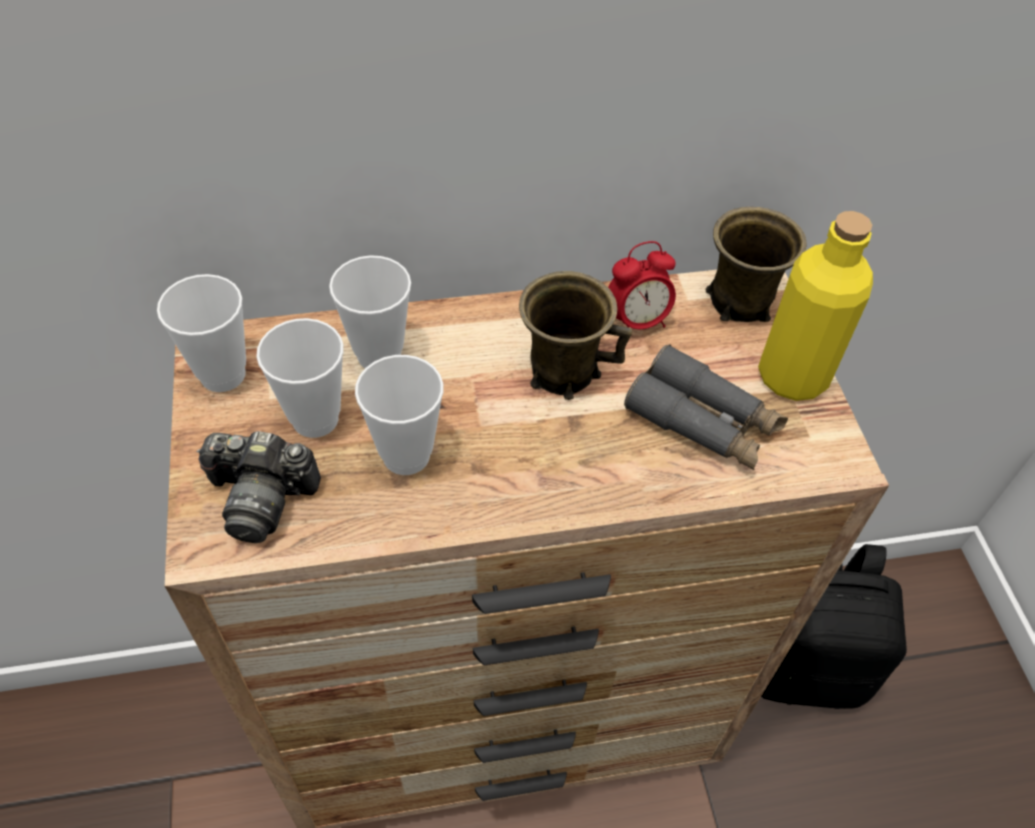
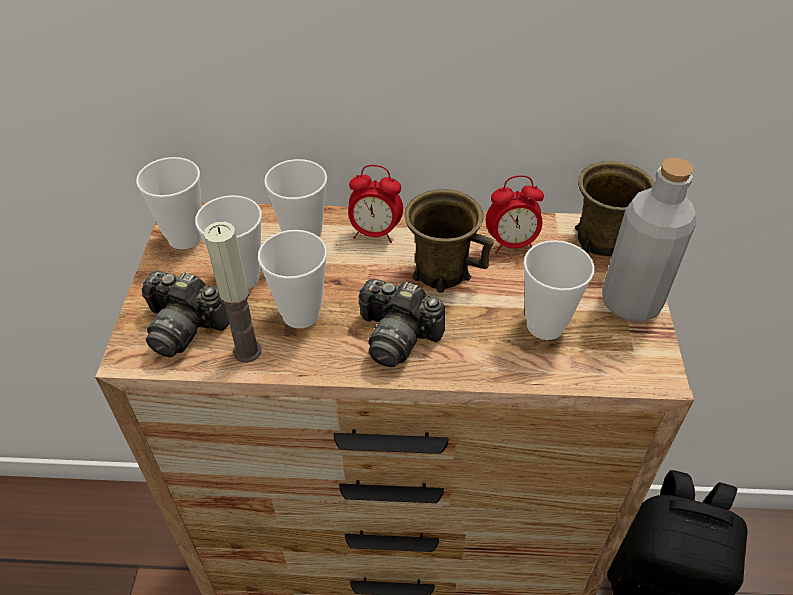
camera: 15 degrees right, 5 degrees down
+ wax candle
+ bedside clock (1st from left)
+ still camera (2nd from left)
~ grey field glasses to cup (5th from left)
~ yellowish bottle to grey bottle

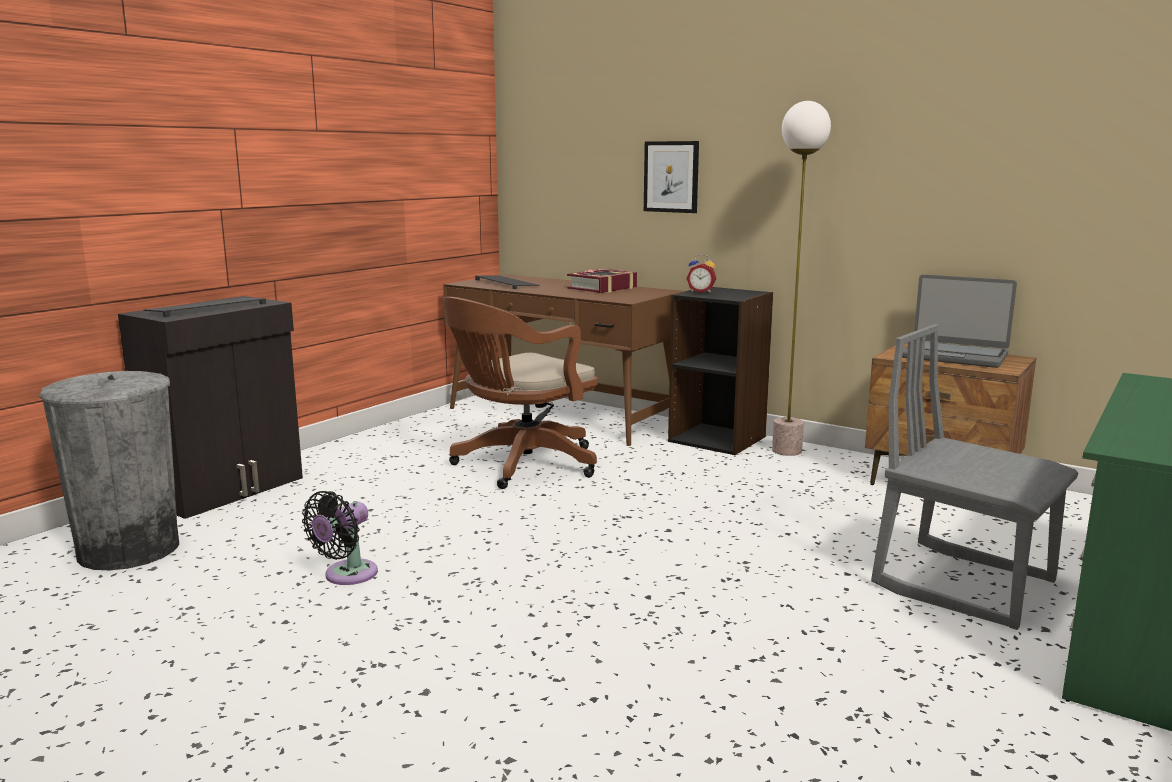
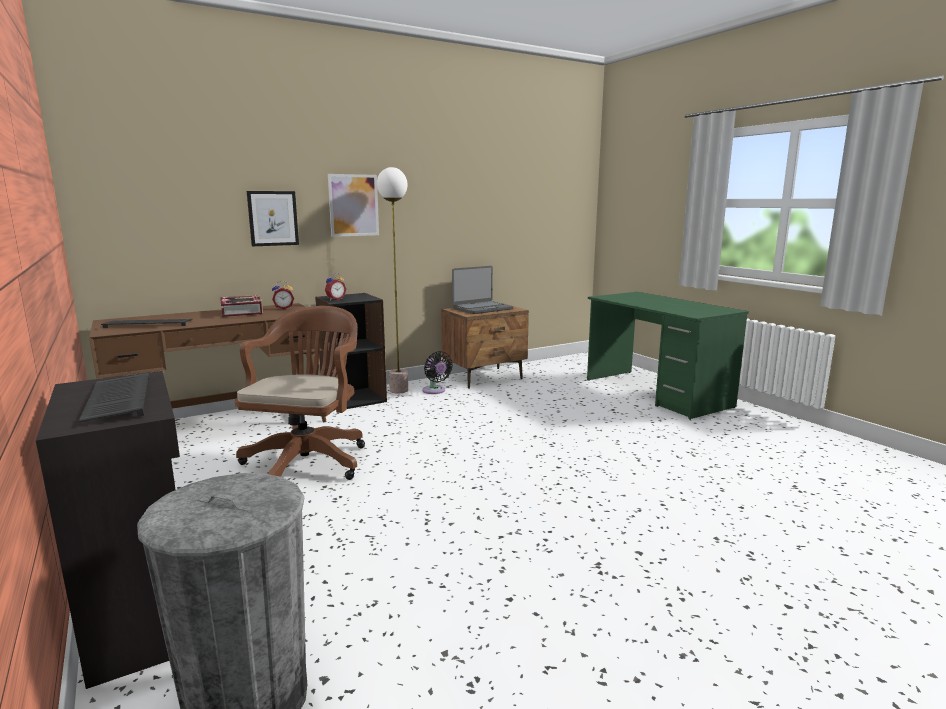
camera: 65 degrees left, 0 degrees up
- grey plain chair
+ bedside clock (1st from left)
+ wall art (2nd from left)
~ black-coloured fan
~ brown computer chair 150 degrees counterclockwise

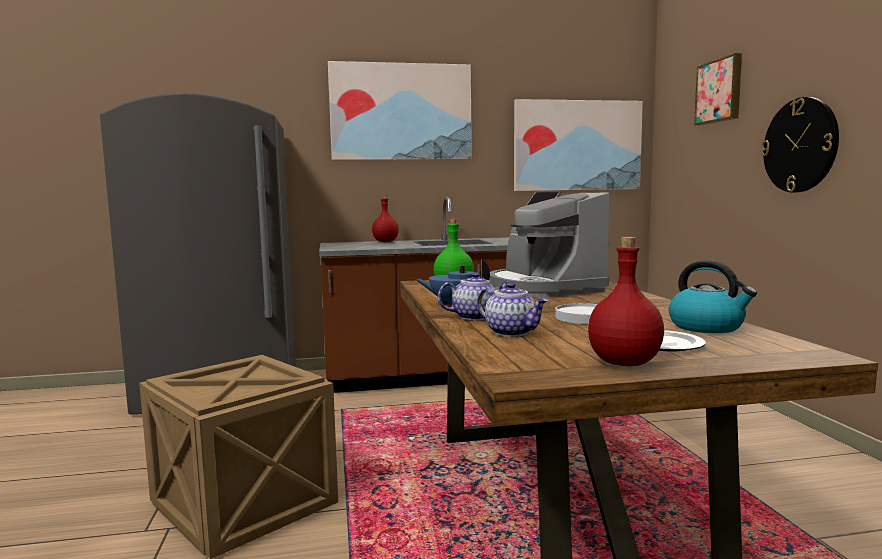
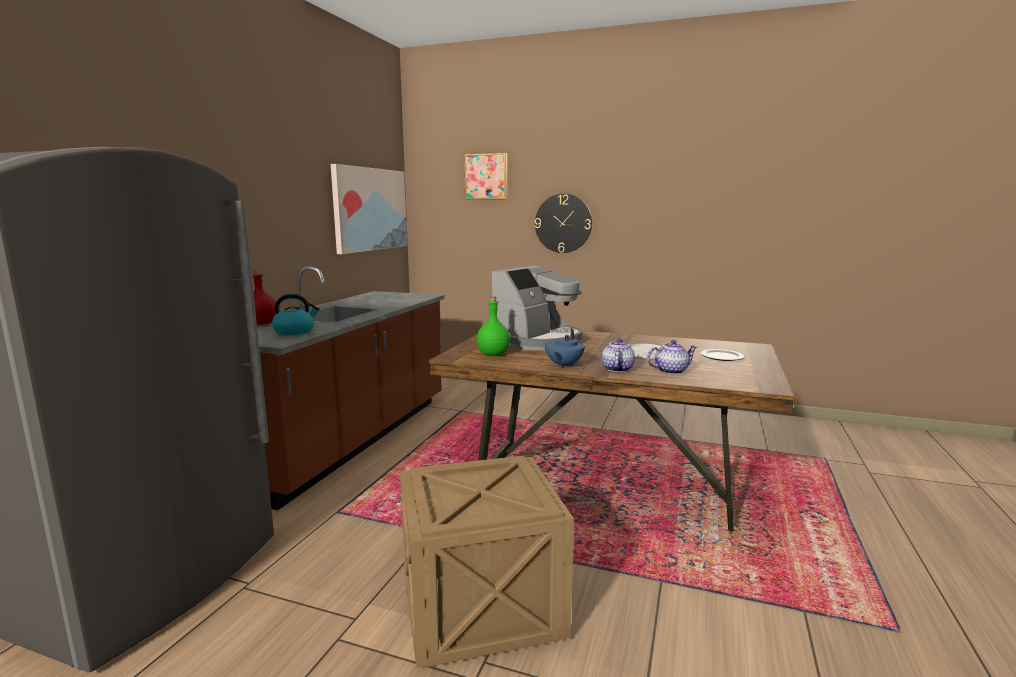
camera: 60 degrees left, 5 degrees up
- wall art (1st from left)
- red bottle (2nd from left)
~ water kettle
~ coffee brewer 60 degrees counterclockwise

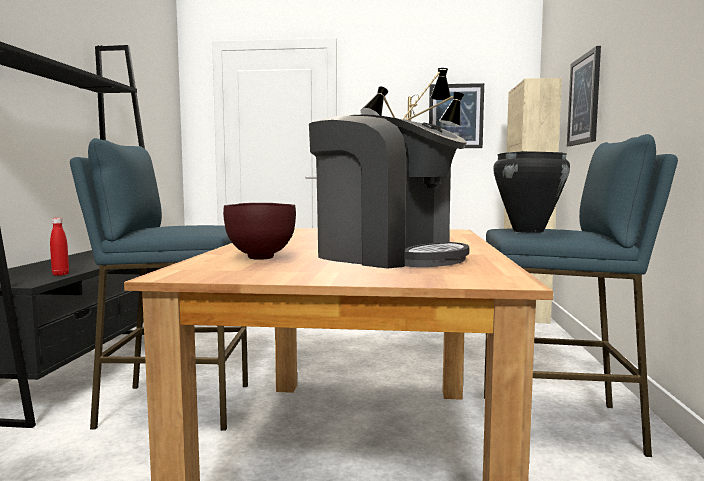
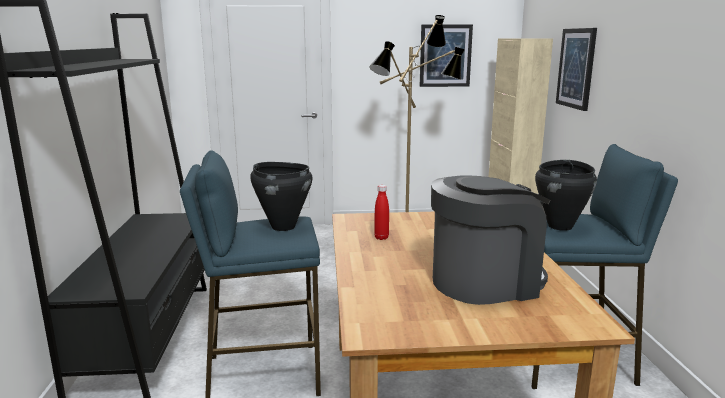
camera: 10 degrees left, 10 degrees up
- brown bowl
+ black-coloured stockpot (1st from left)
~ red bottle
~ coffee brewer 45 degrees counterclockwise

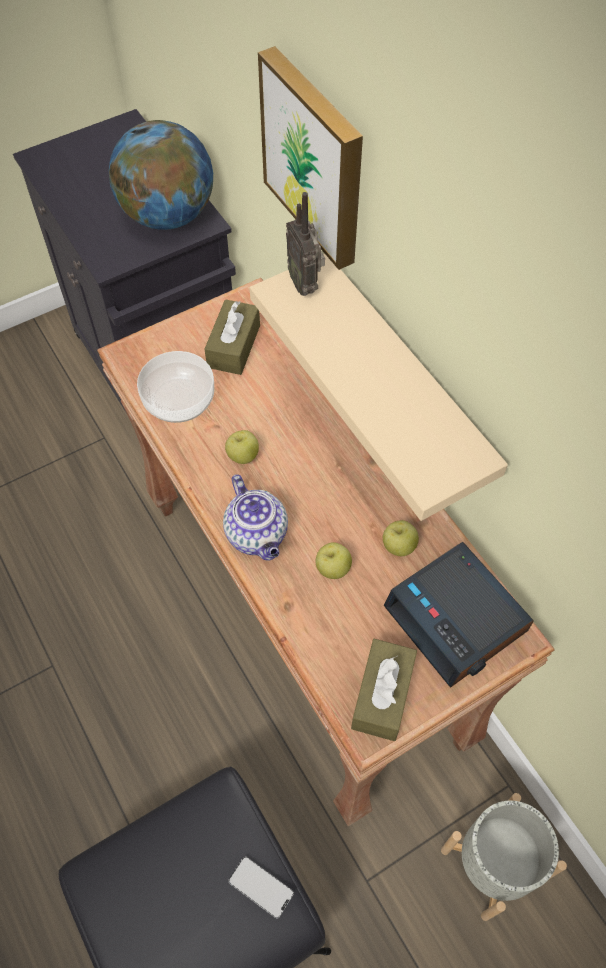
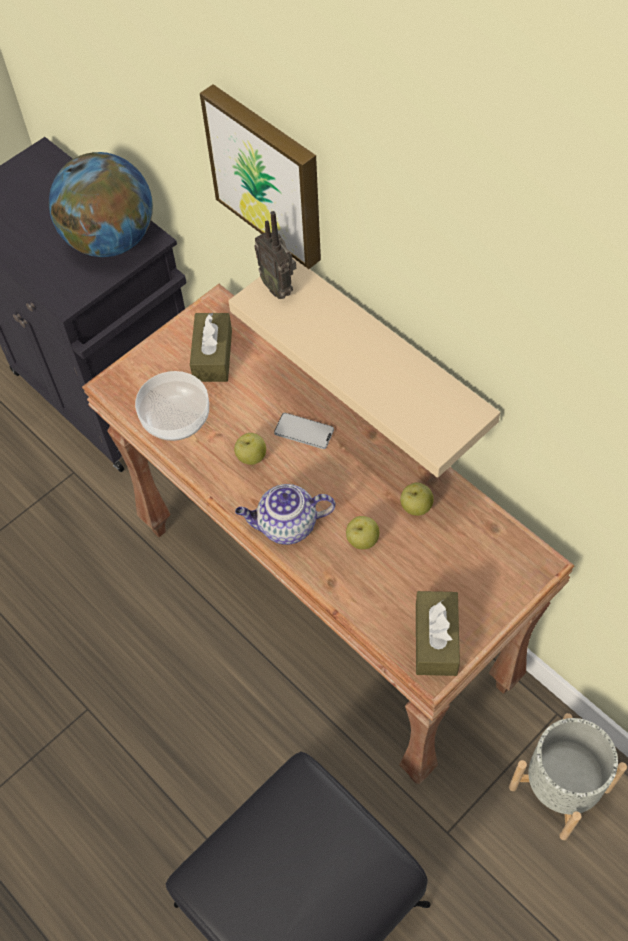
camera: 10 degrees left, 0 degrees up
- bedside clock
~ handset
~ teapot 120 degrees clockwise

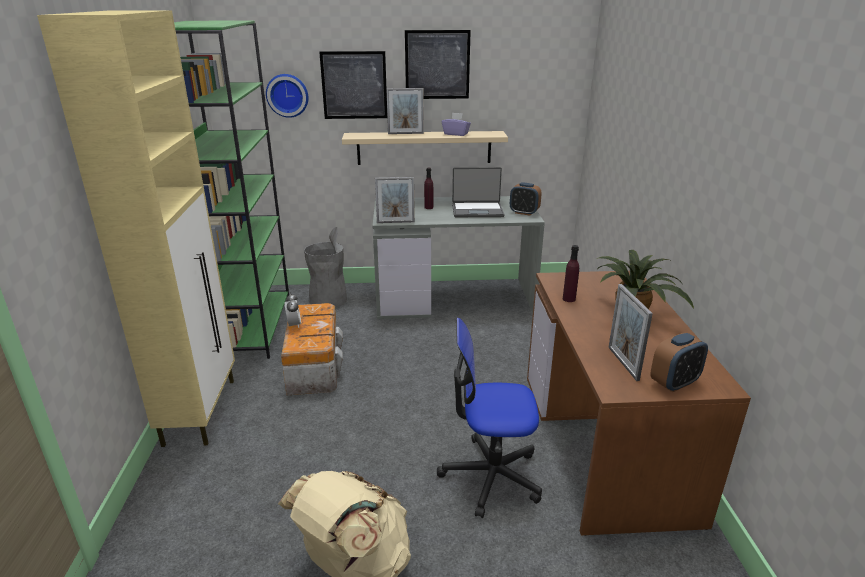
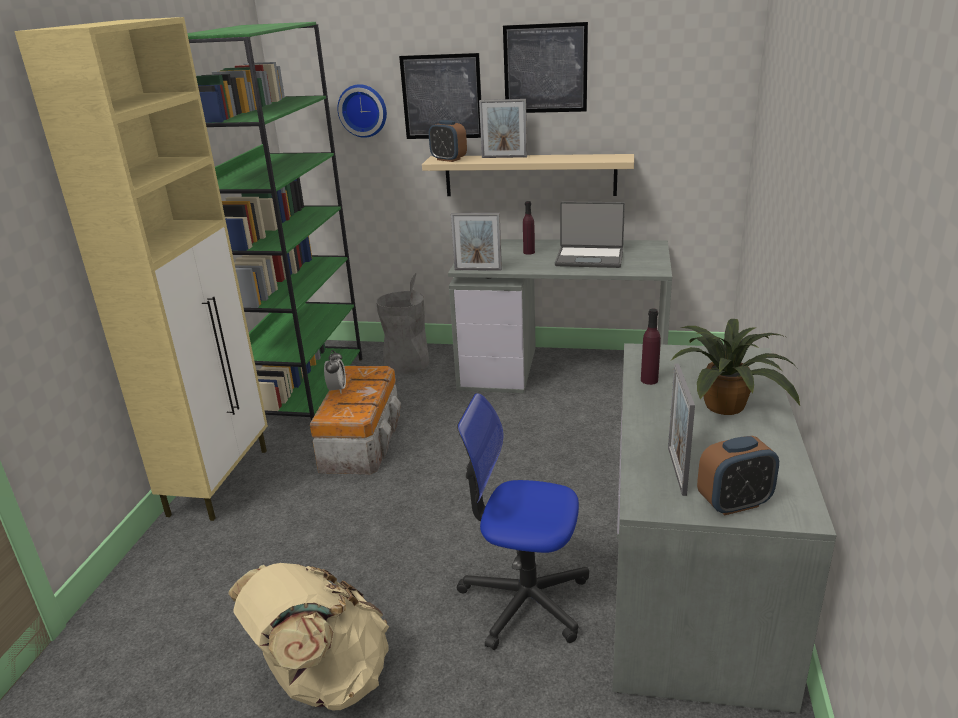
camera: 15 degrees right, 0 degrees up
- purple-coloured box of tissues
~ bedside clock (2nd from left)
~ brown desk table to grey desk table (2nd from left)

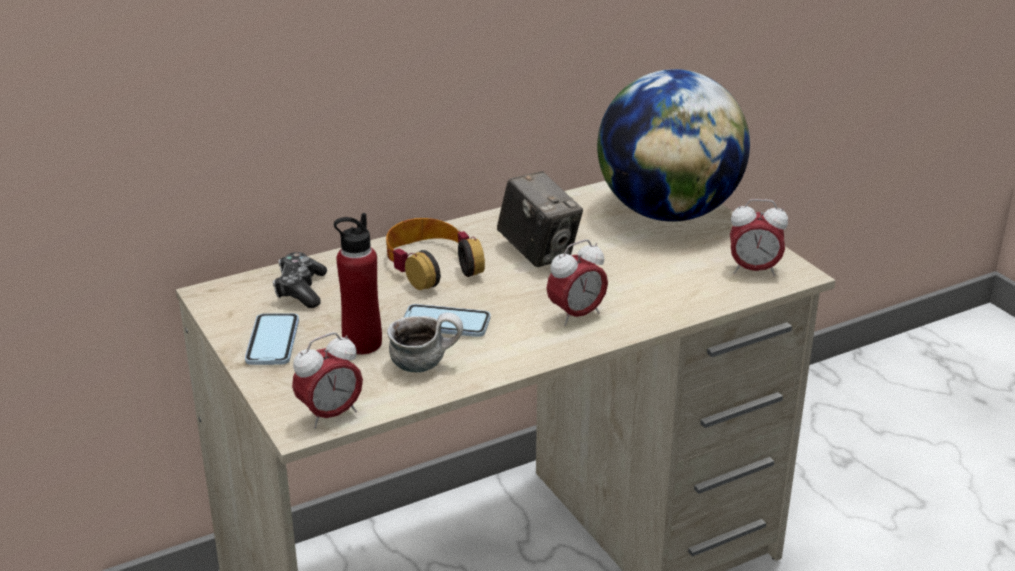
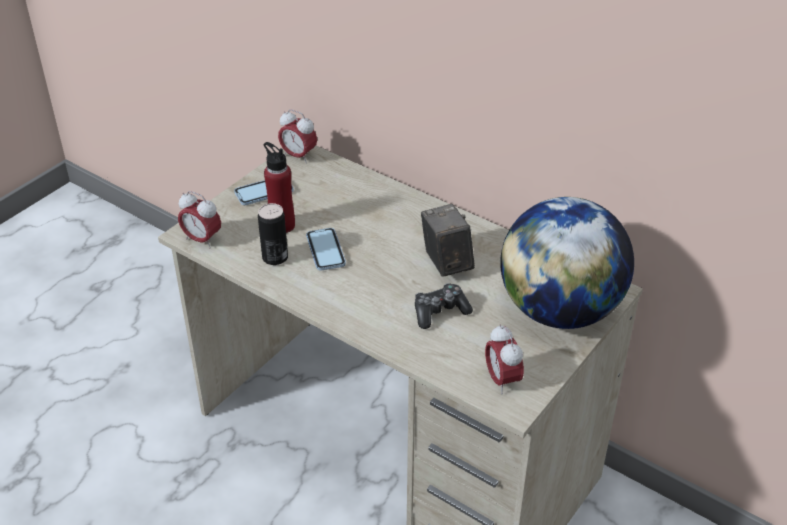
camera: 65 degrees right, 10 degrees up
- pair of headphones
~ game controller
~ bedside clock (2nd from left)
~ mug to metal can
~ still camera 135 degrees clockwise

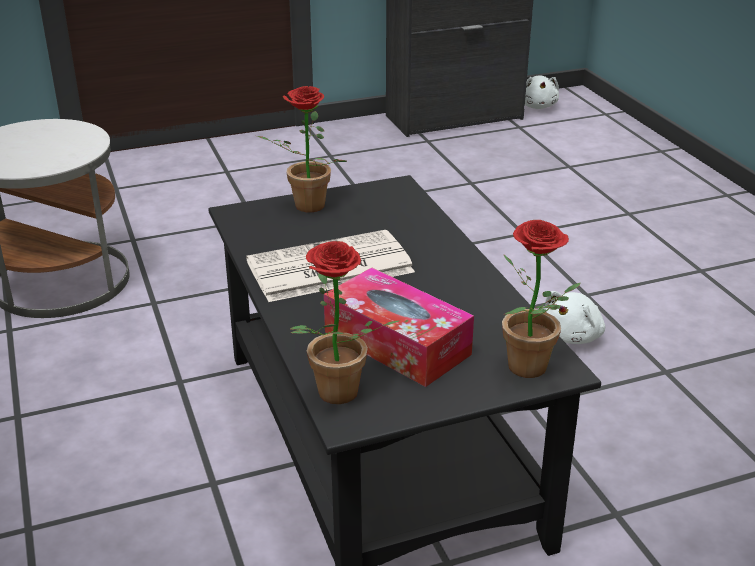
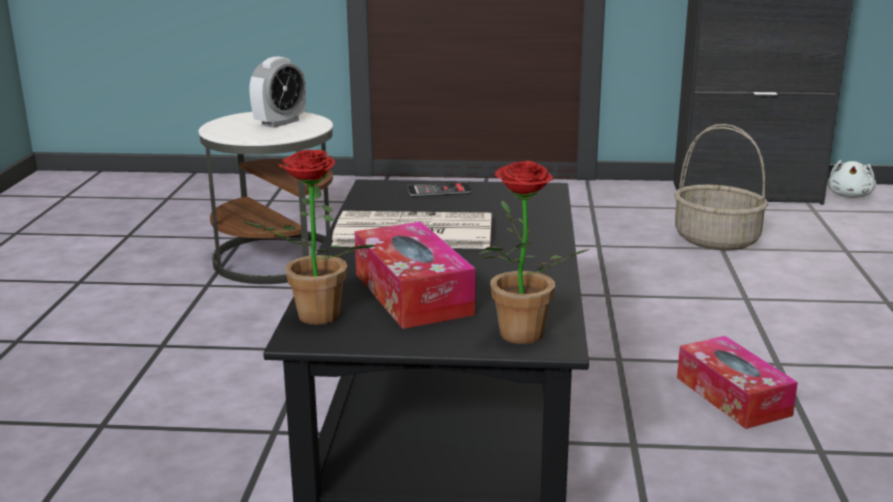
camera: 25 degrees right, 10 degrees down
+ bedside clock
+ basket
~ plant in a pot (1st from left) to handset
~ white plush toy (2nd from left) to box of tissues (2nd from left)

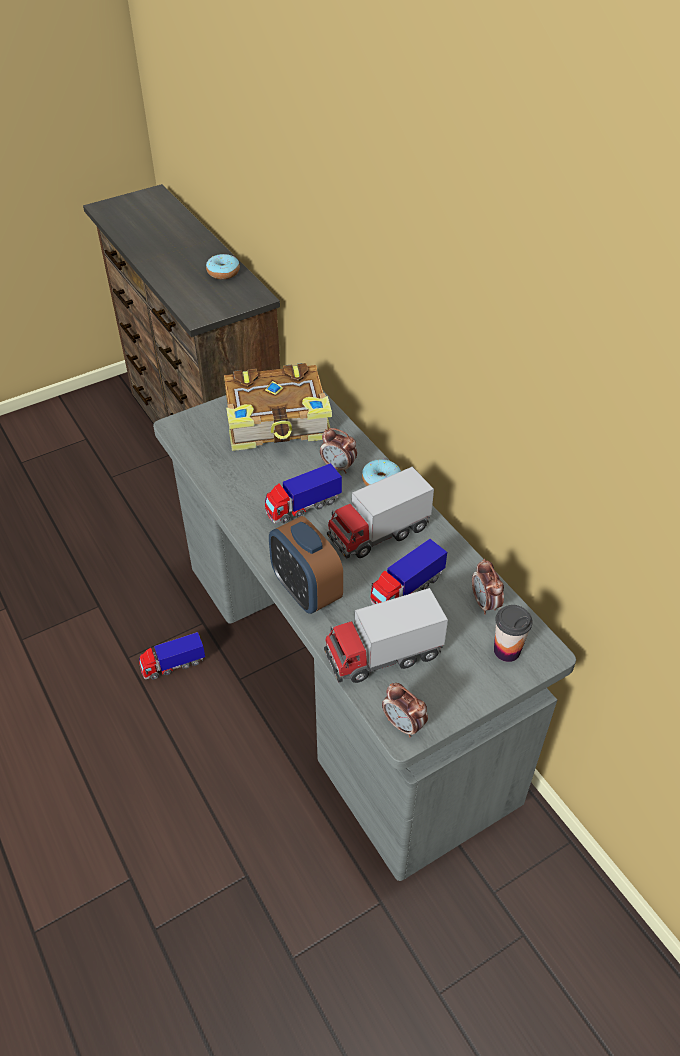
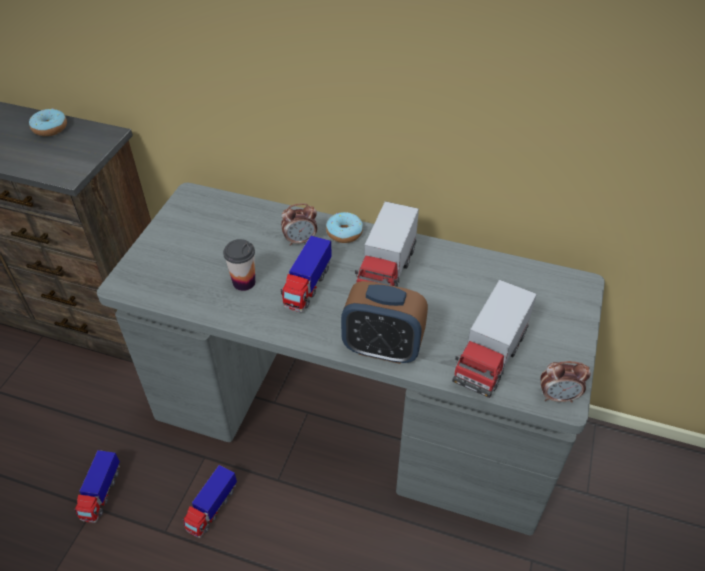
camera: 40 degrees left, 0 degrees up
- bound book
- bedside clock (4th from left)
~ model truck (5th from left in the first image) to model truck (1st from left)
~ cup

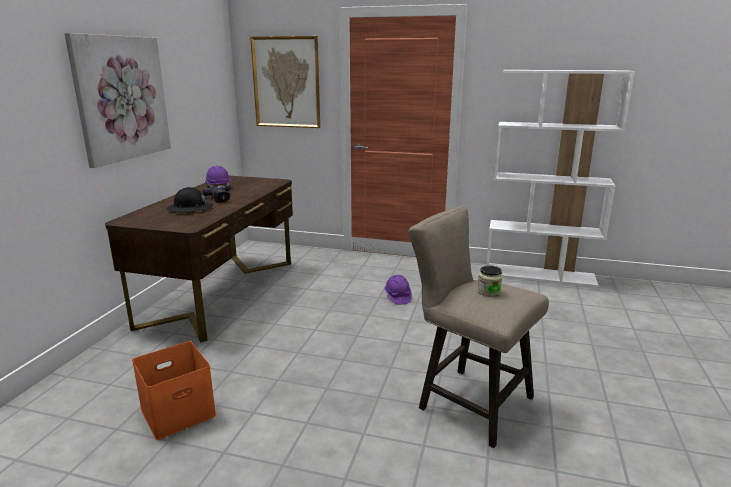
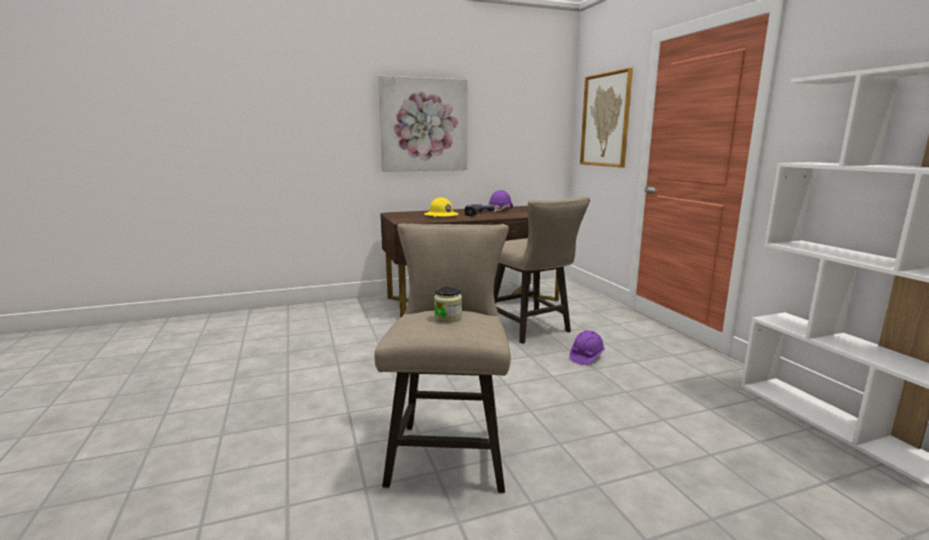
camera: 55 degrees right, 5 degrees down
- orangey storage container
+ beige-coloured sitting stool (2nd from left)
~ black-coloured work helmet to yellowish work helmet

